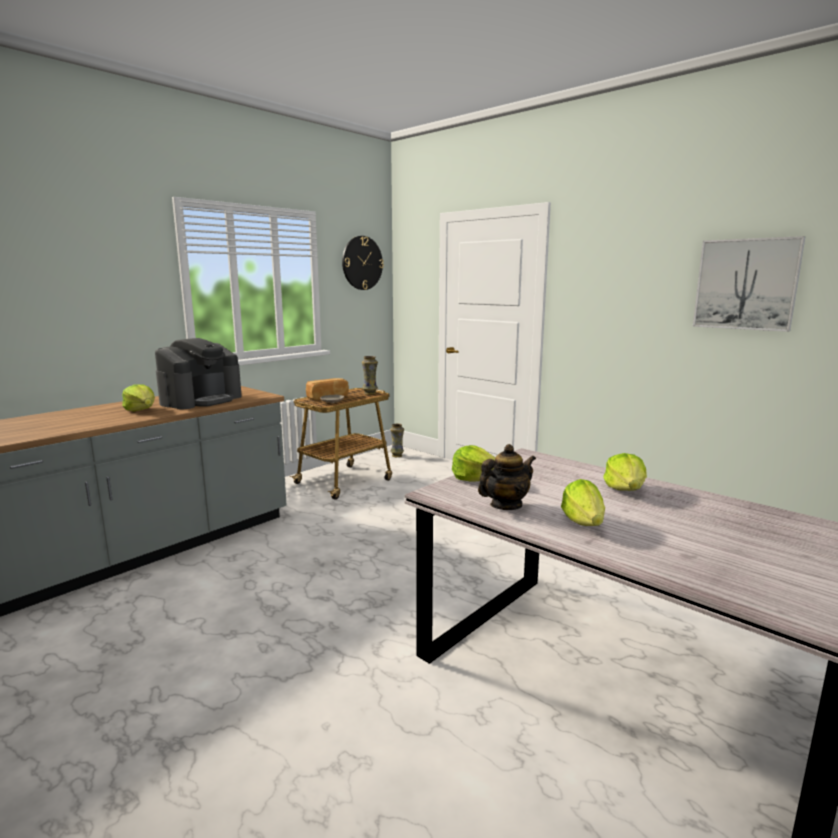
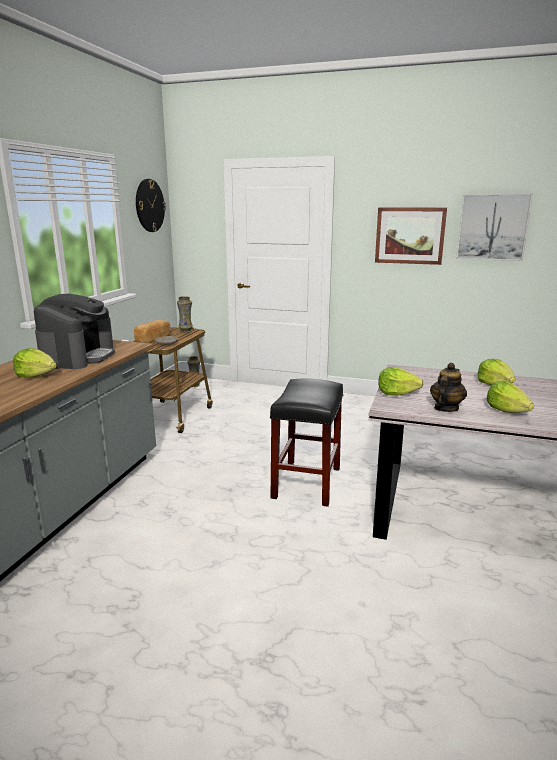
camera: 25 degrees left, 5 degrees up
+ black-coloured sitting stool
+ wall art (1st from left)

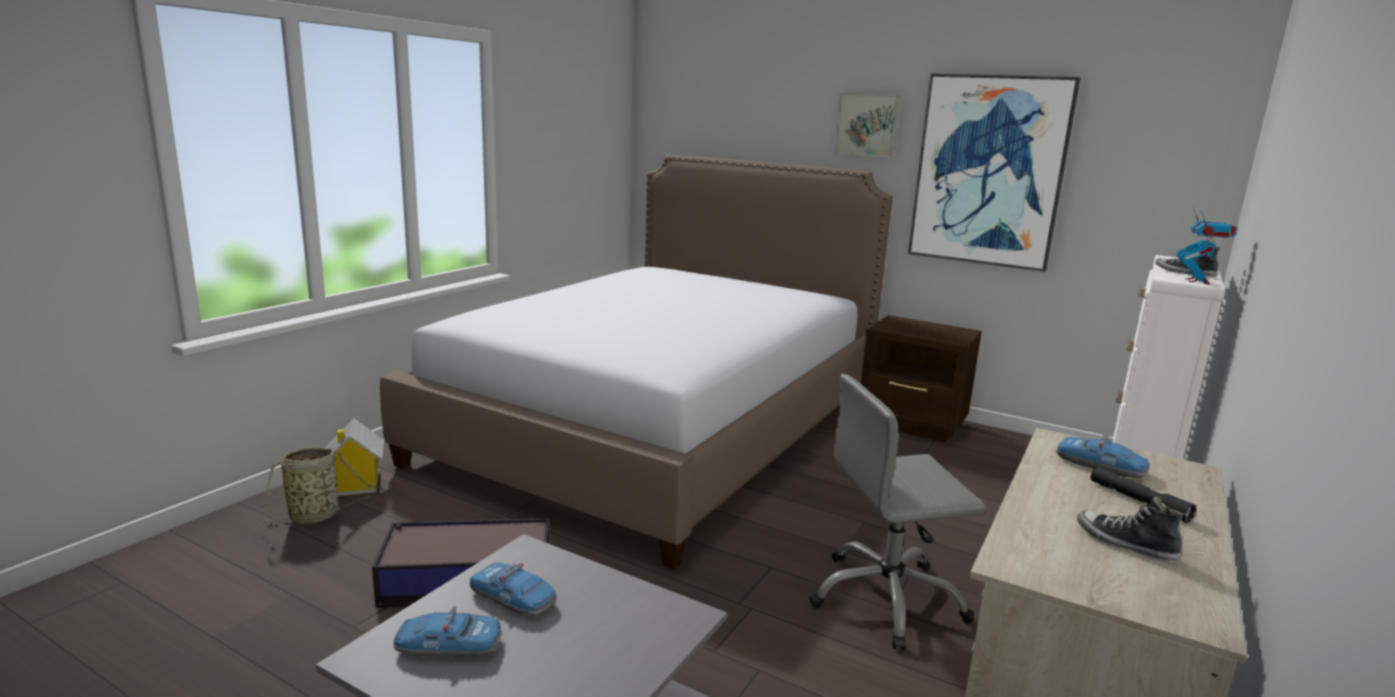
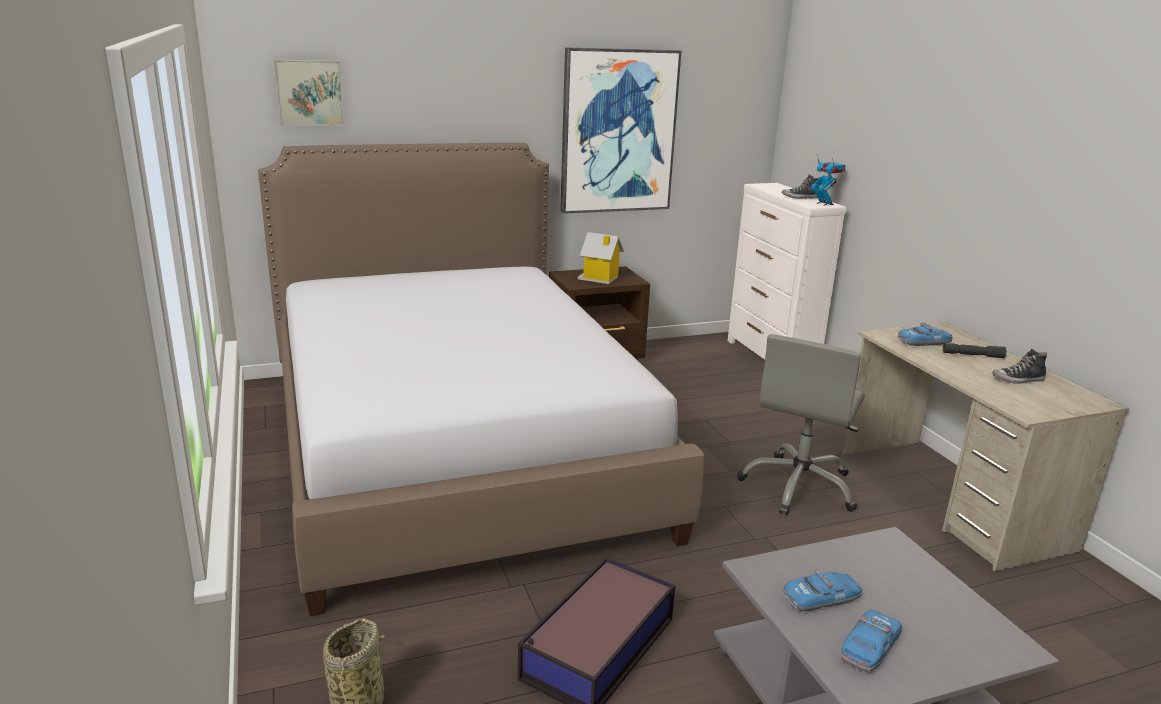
camera: 50 degrees left, 5 degrees up
~ model house
~ wall art (1st from left)

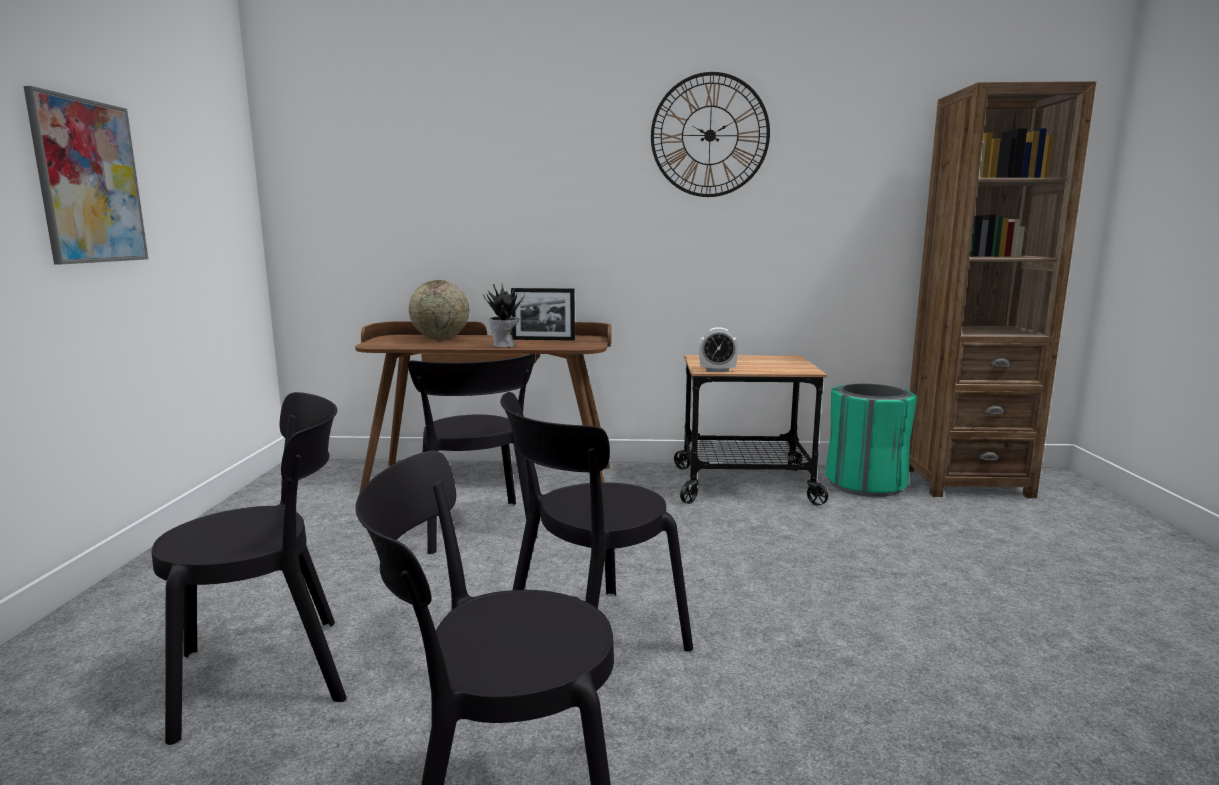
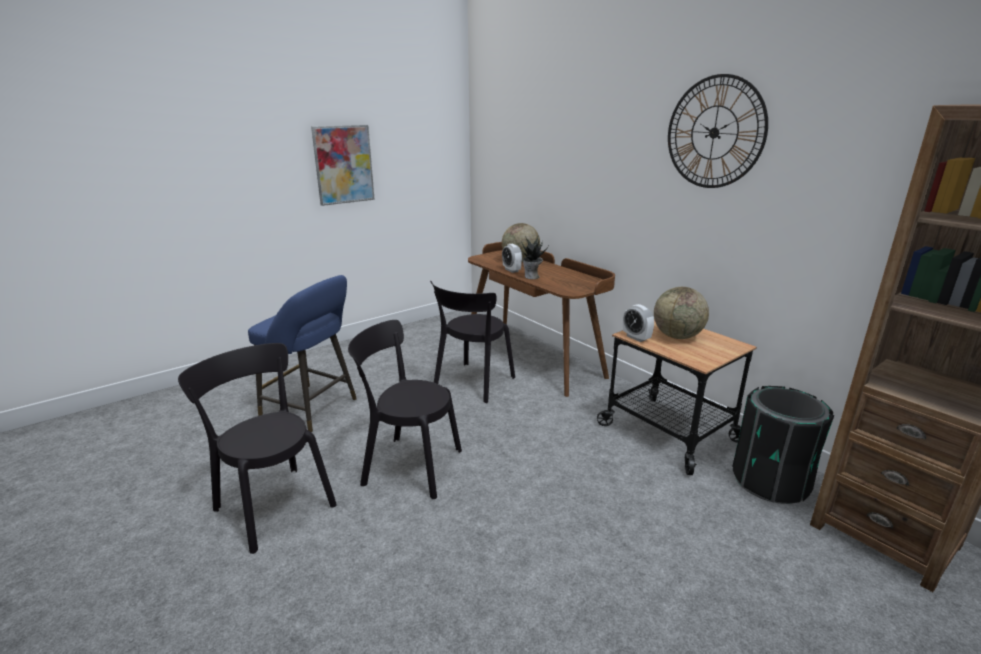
camera: 50 degrees right, 10 degrees up
- picture frame
+ bedside clock (1st from left)
+ world globe (2nd from left)
~ black-coloured plain chair (1st from left) to blue sitting stool
~ greenish trash can to black-coloured trash can

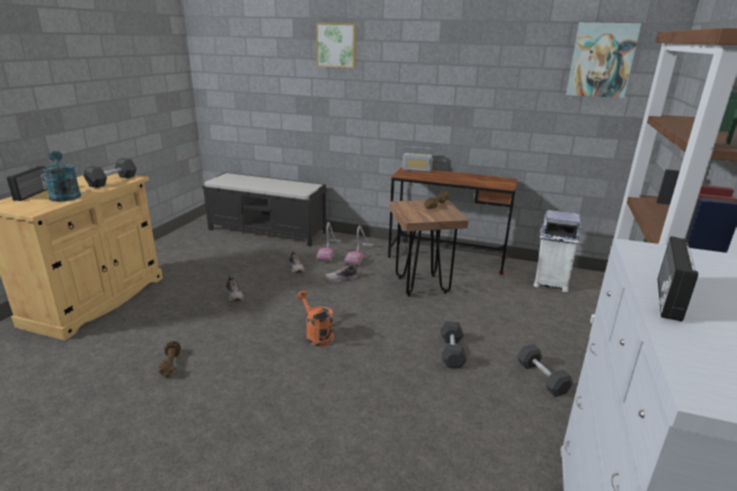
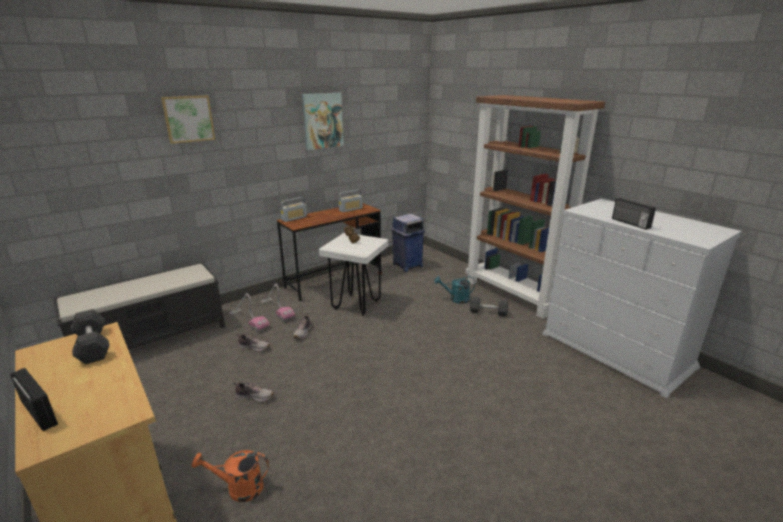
camera: 55 degrees left, 0 degrees up
- brown free weight (1st from left)
- grey free weight (2nd from left)
+ radio receiver (3rd from left)
~ blue-green watering can
~ orangey watering can
~ wall art (2nd from left)
~ brown sitting stool to white sitting stool
~ white trash can to blue trash can

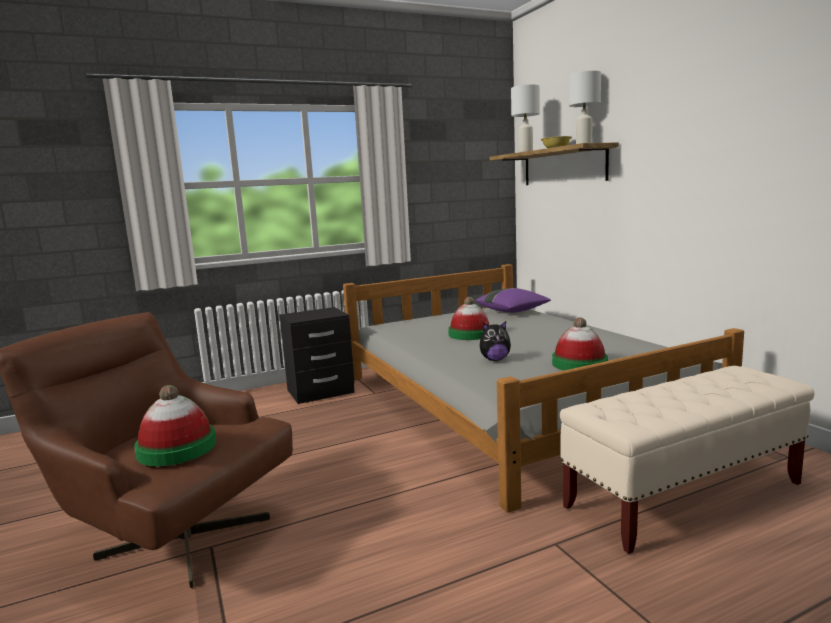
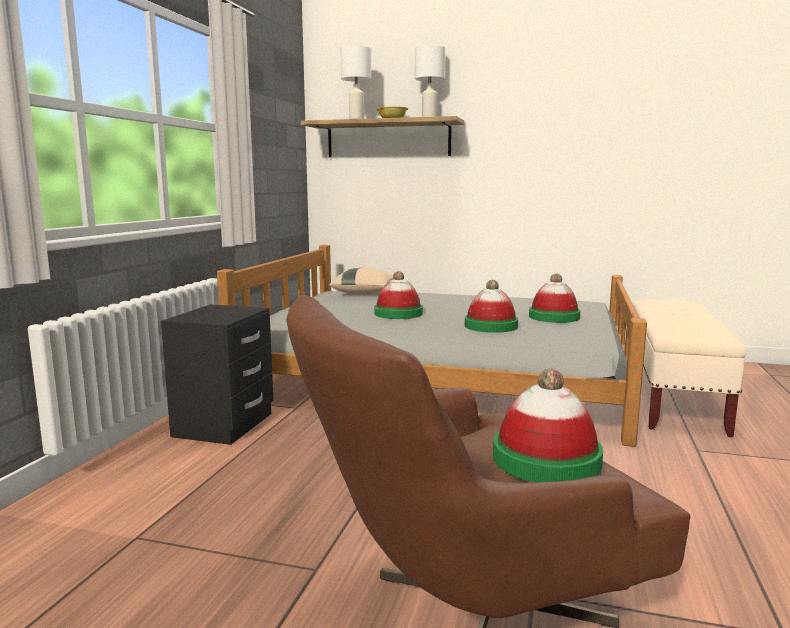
camera: 50 degrees left, 0 degrees up
~ plush toy to clothing hat (2nd from left)
~ purple-coloured cushion to beige-coloured cushion

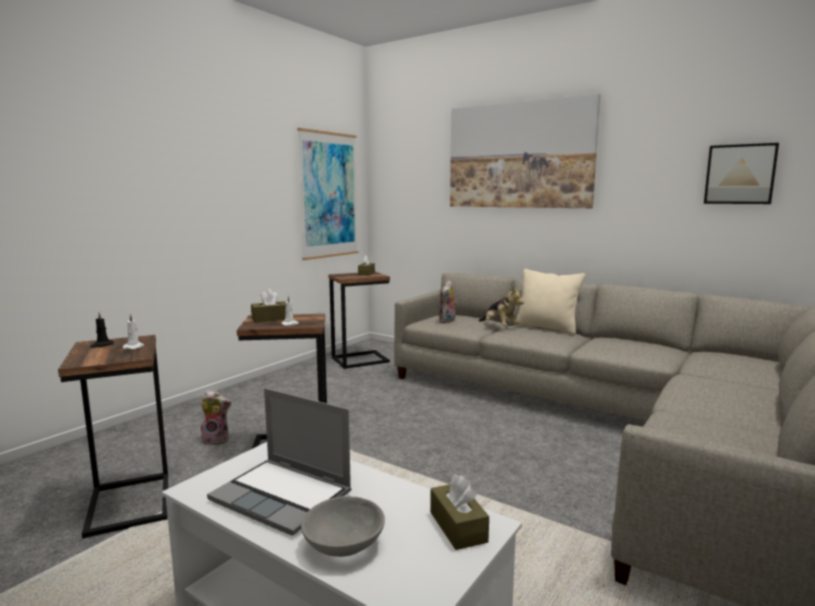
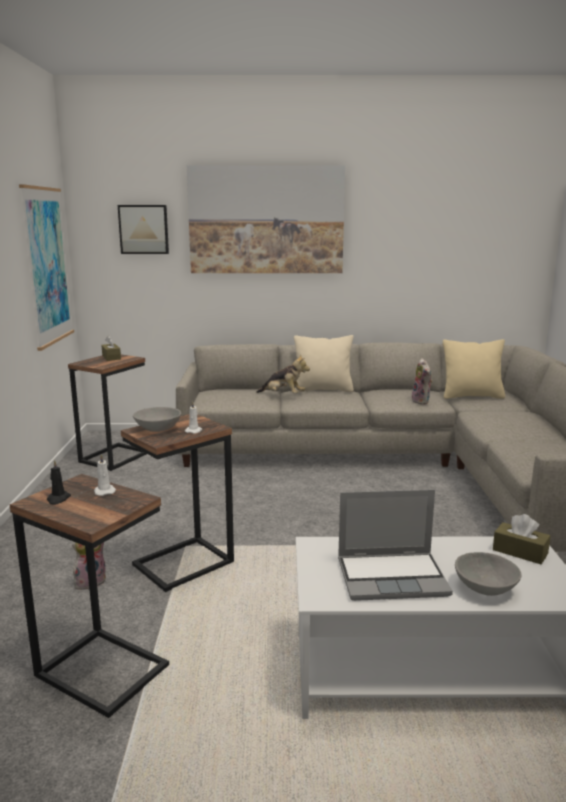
camera: 35 degrees left, 5 degrees up
+ beige-coloured cushion (2nd from left)
~ plush toy (2nd from left in the first image) to plush toy (3rd from left)
~ wall art (3rd from left in the first image) to wall art (2nd from left)
~ brown box of tissues (1st from left) to grey bowl (1st from left)

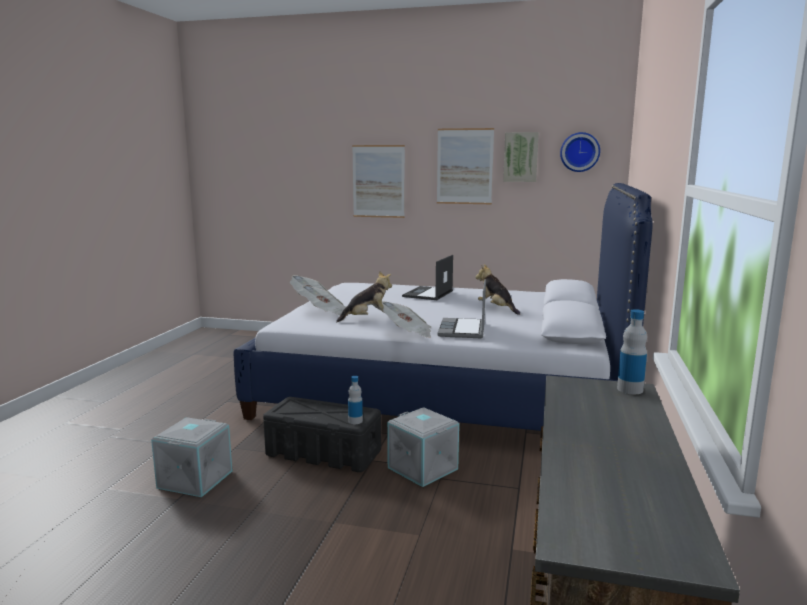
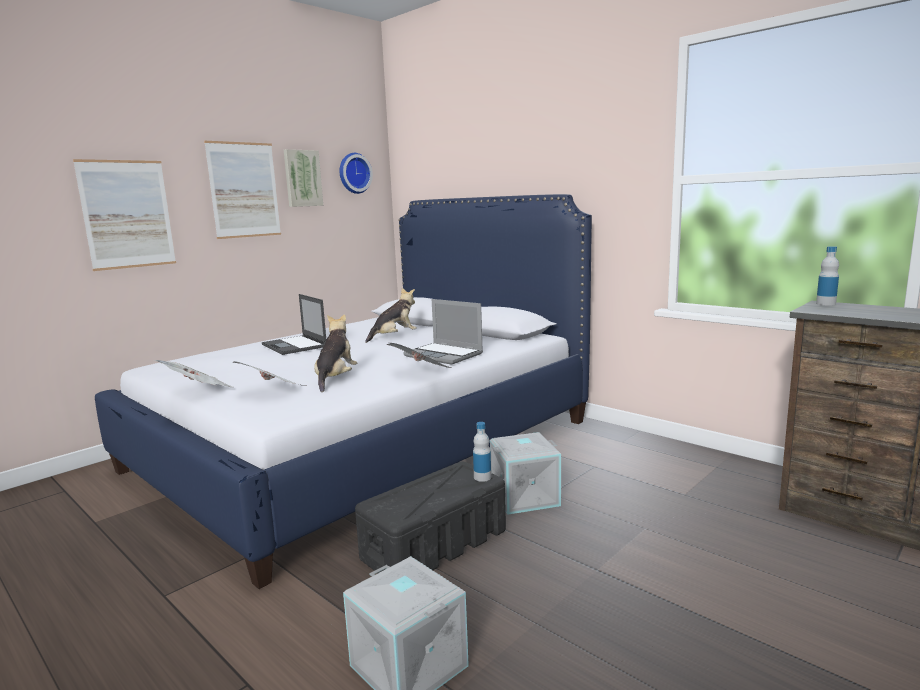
camera: 60 degrees left, 0 degrees up
~ plush toy (2nd from left) 150 degrees clockwise

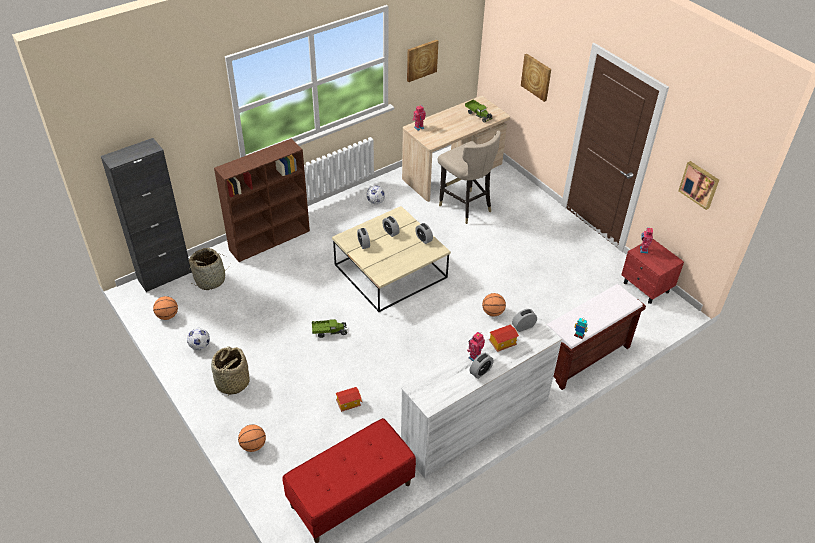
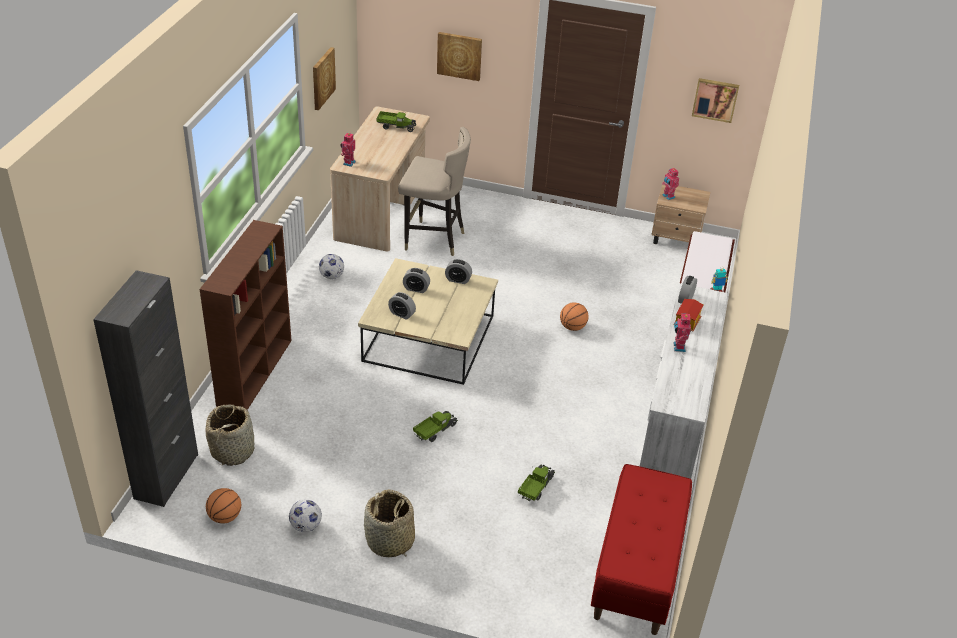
camera: 40 degrees left, 5 degrees down
- ball for basketball (2nd from left)
- bedside clock (4th from left)
~ model house (1st from left) to model truck (3rd from left)
~ red nightstand to beige-coloured nightstand

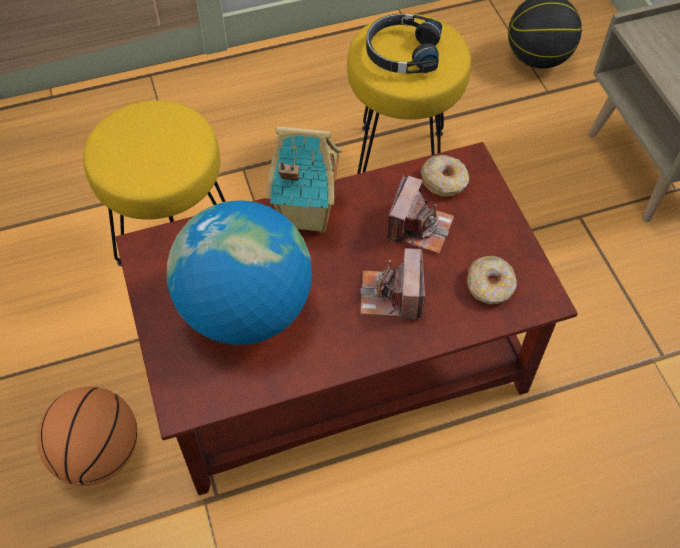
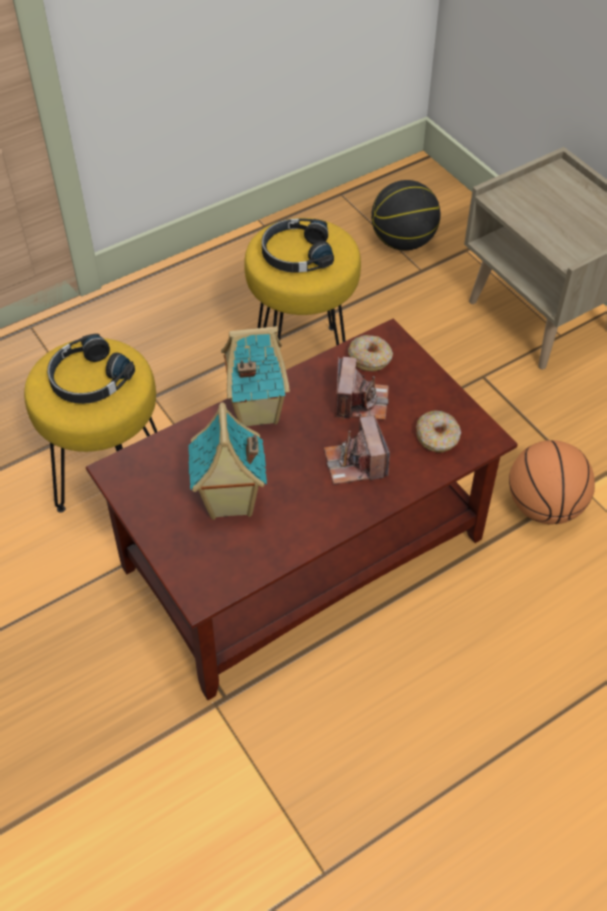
camera: 15 degrees left, 5 degrees down
+ black-coloured pair of headphones (1st from left)
~ ball for basketball (1st from left in the first image) to ball for basketball (2nd from left)
~ world globe to model house (1st from left)

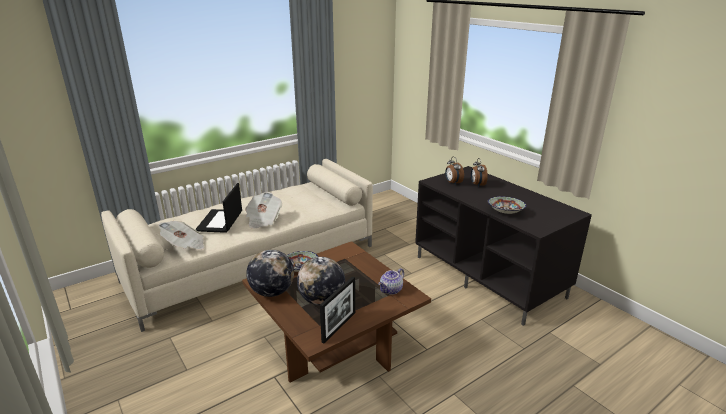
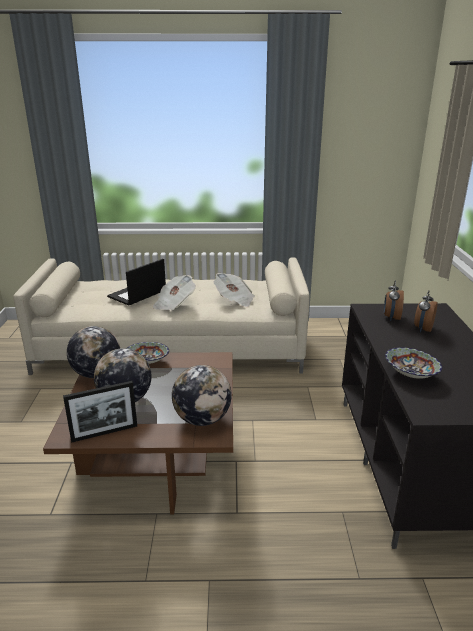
camera: 35 degrees right, 0 degrees up
~ daily paper (1st from left in the first image) to daily paper (2nd from left)
~ teapot to world globe (3rd from left)

